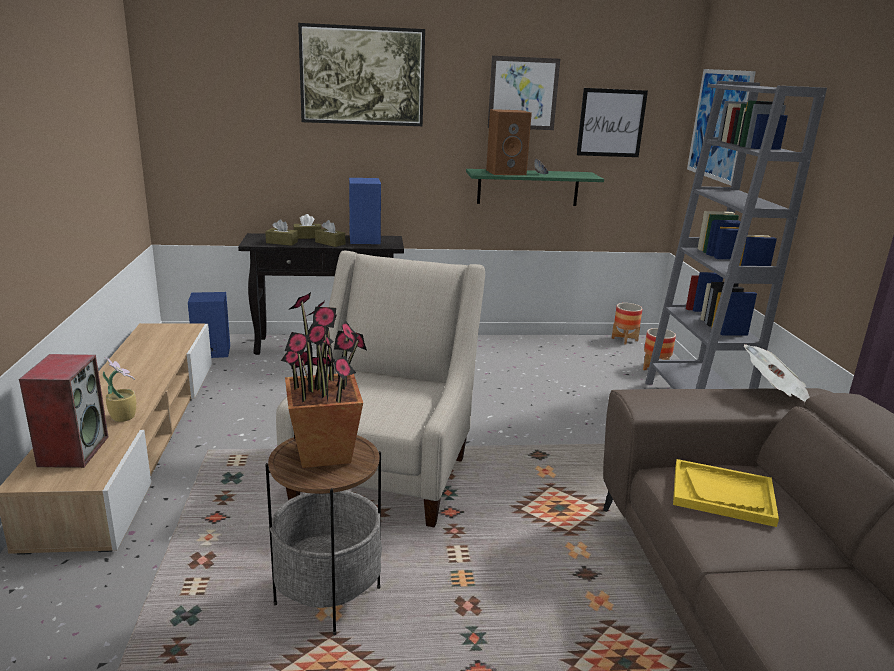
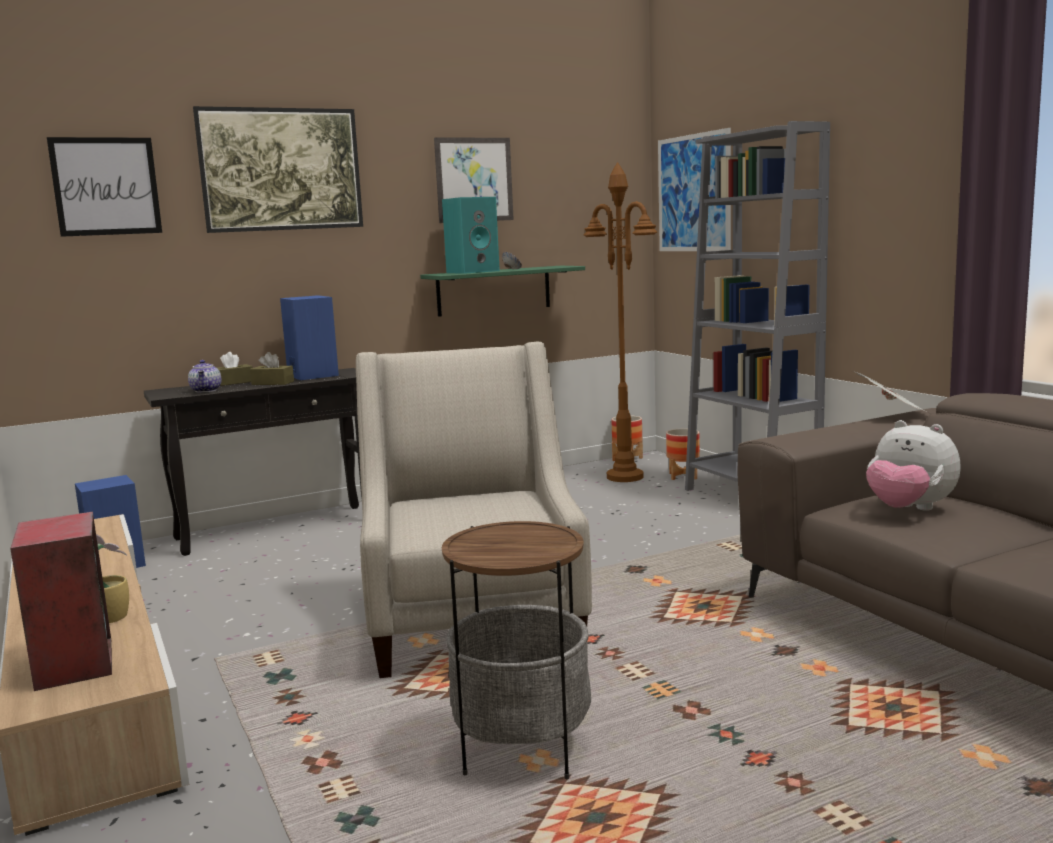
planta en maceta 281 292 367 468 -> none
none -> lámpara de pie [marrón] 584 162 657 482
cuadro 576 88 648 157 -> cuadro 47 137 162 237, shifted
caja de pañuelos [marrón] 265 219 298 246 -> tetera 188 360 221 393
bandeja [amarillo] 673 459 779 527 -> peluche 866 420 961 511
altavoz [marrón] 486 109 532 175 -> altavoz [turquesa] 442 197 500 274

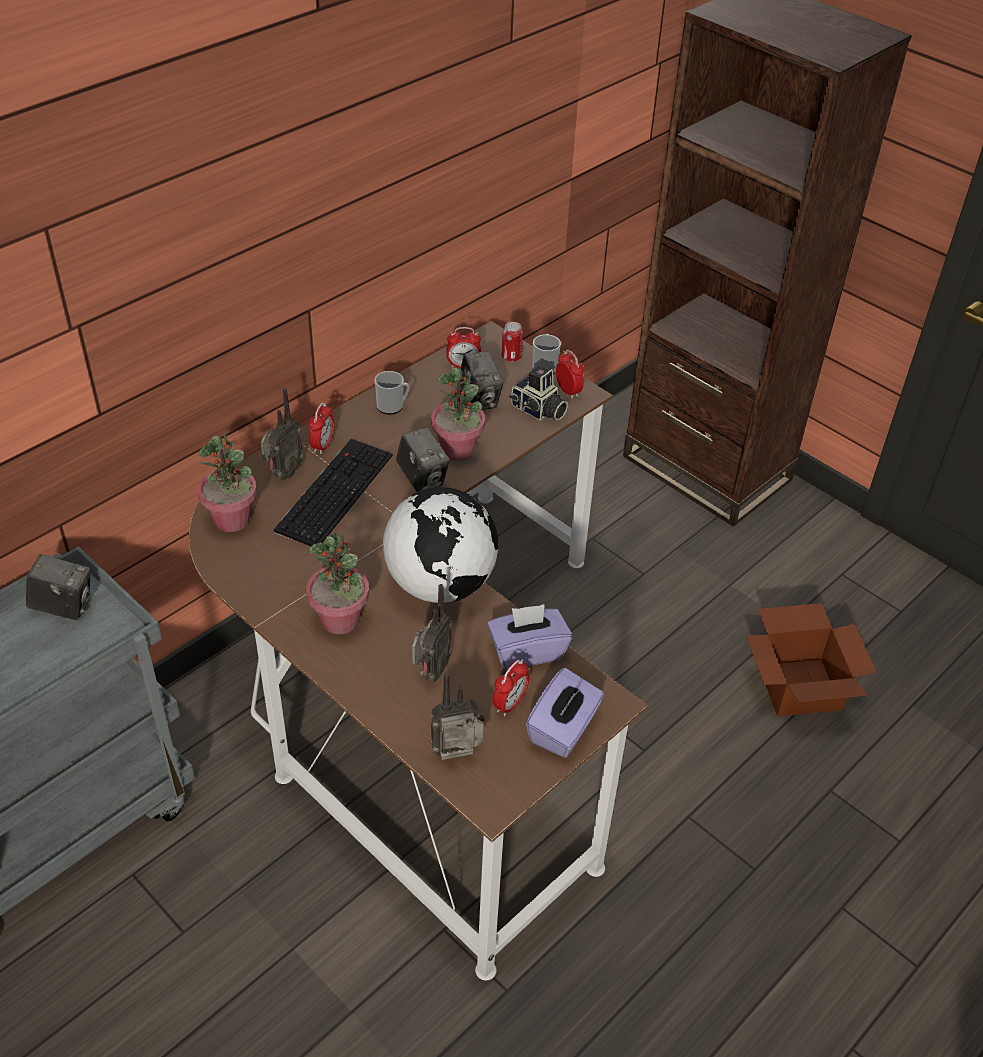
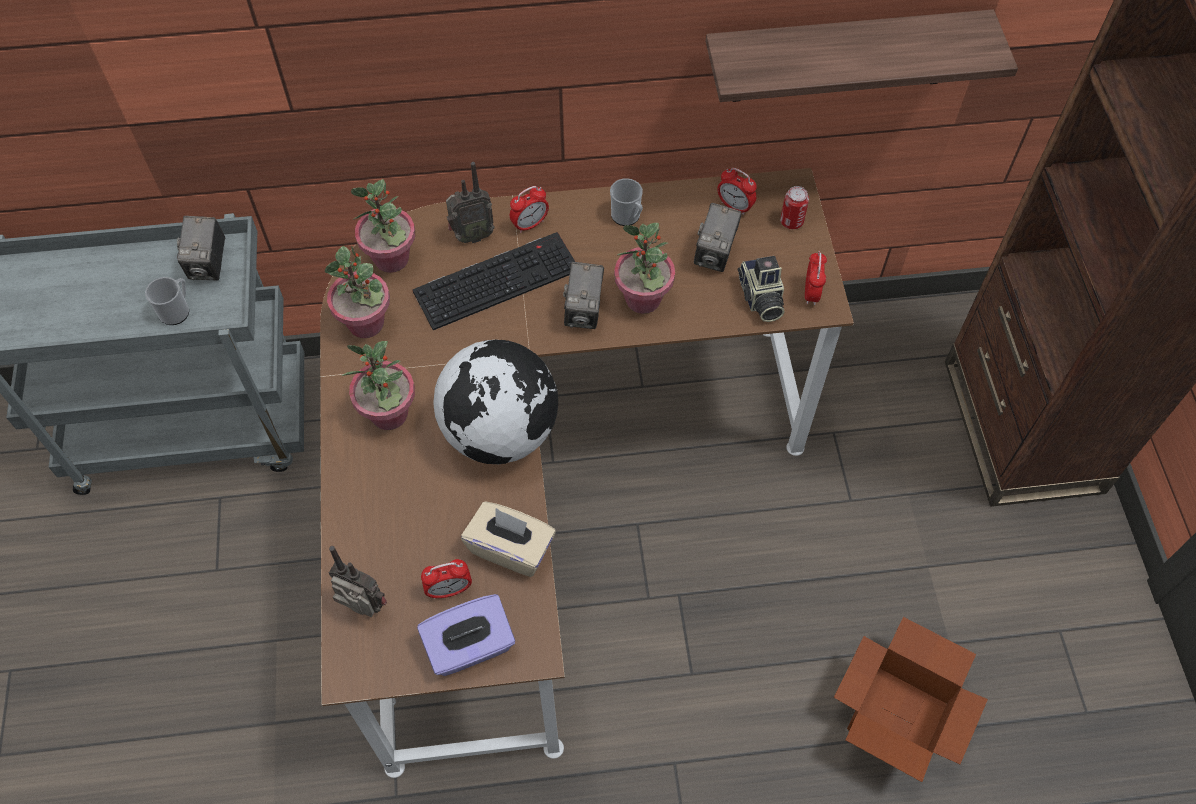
radio 412 584 452 682 -> none
none -> planta en maceta 325 246 390 338
none -> estante 706 9 1018 102
taza grande 532 334 561 374 -> taza grande 145 277 189 325, shifted
caja de pañuelos [morado] 487 604 572 670 -> caja de pañuelos [beis] 461 501 556 577
cámara 26 554 91 620 -> cámara 177 216 225 281, 45 degrees clockwise

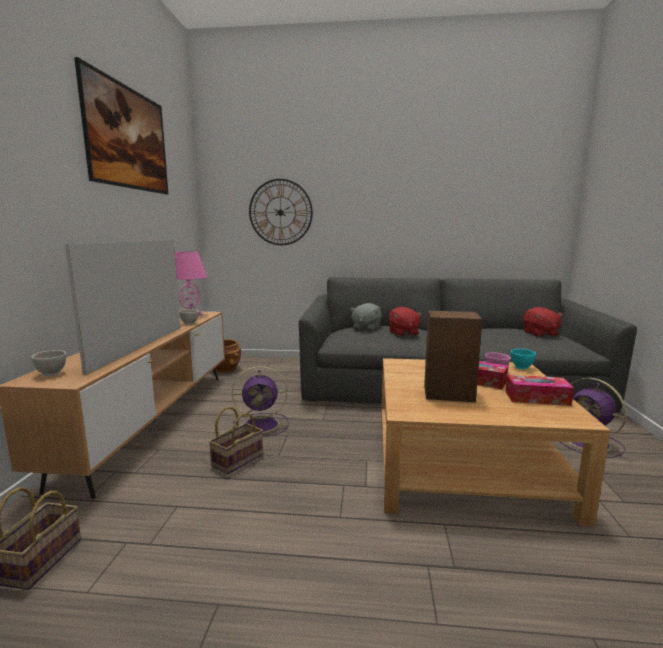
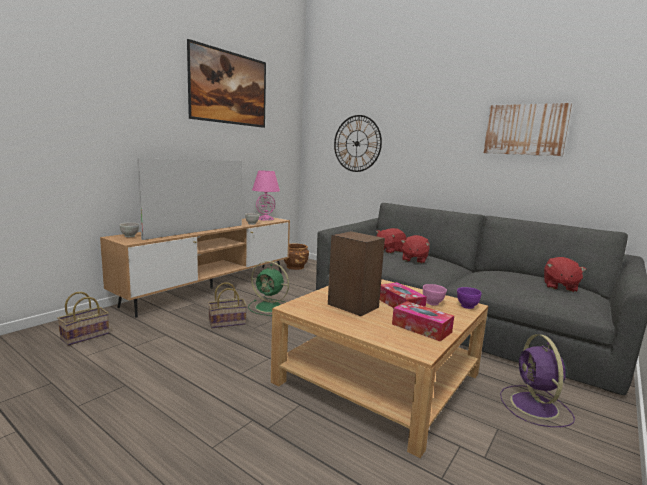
none -> cuadro 484 103 572 156
ventilador [morado] 232 366 289 437 -> ventilador [verde] 248 261 289 316
peluche [gris] 350 303 382 331 -> peluche [rojo] 376 228 406 253
cuenco [turquesa] 511 349 536 369 -> cuenco [morado] 457 287 482 309

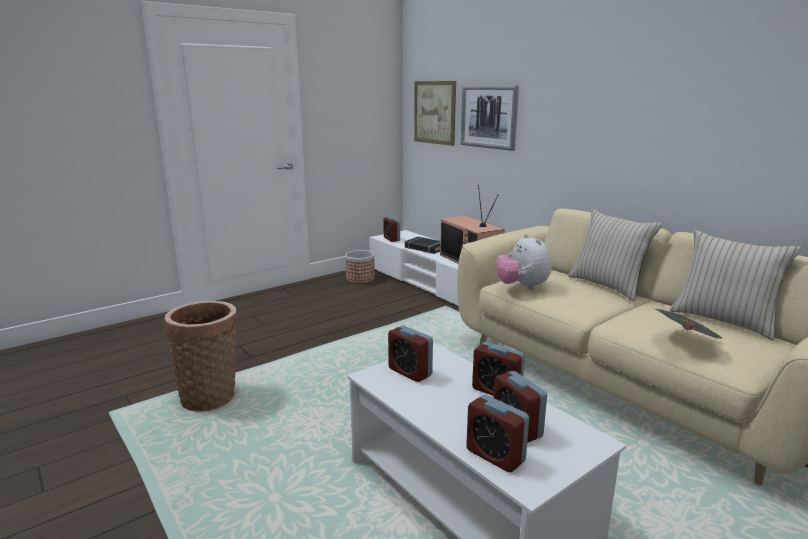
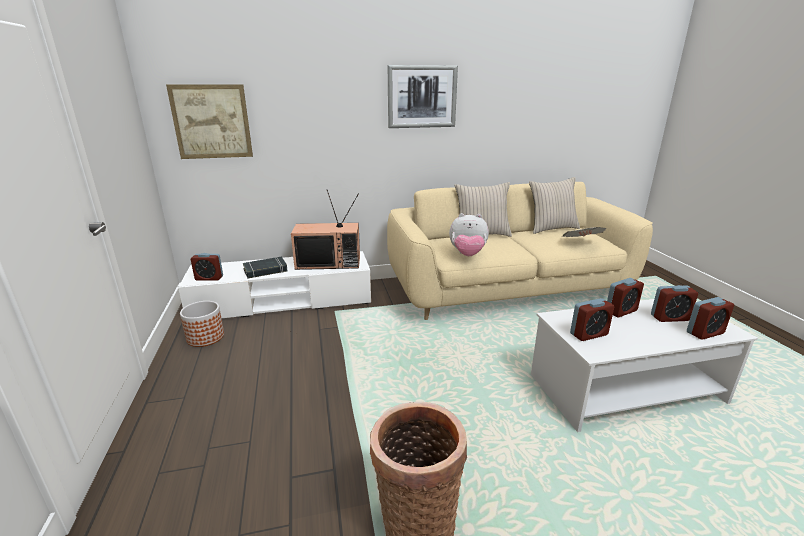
cuadro 461 85 519 151 -> cuadro 388 65 458 128, shifted

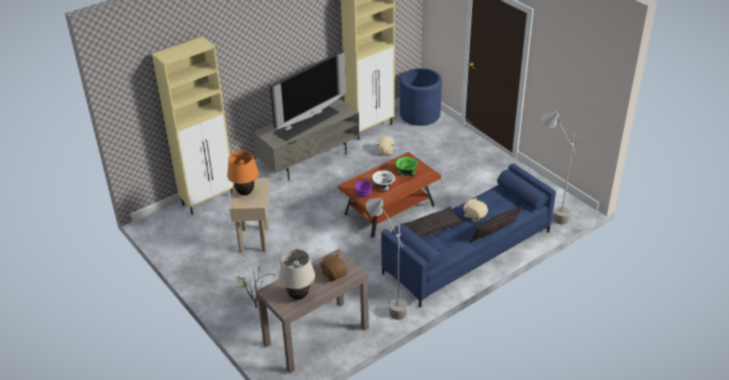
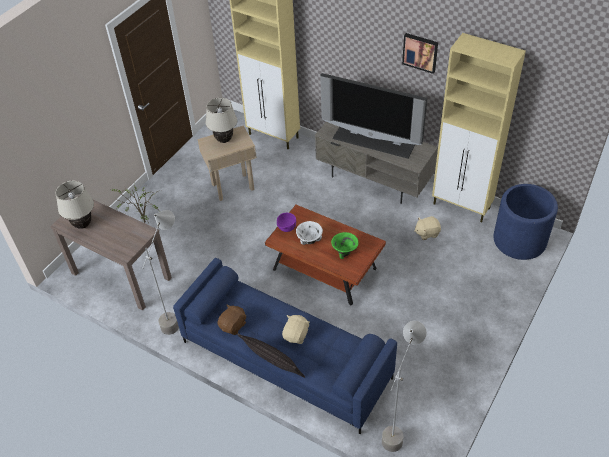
cojín 400 207 465 238 -> none
none -> cuadro 402 33 438 74
peluche [marrón] 320 254 347 282 -> peluche [marrón] 217 304 246 335, shifted
lámpara de mesa [naranja] 227 150 259 195 -> lámpara de mesa [beis] 206 98 237 143

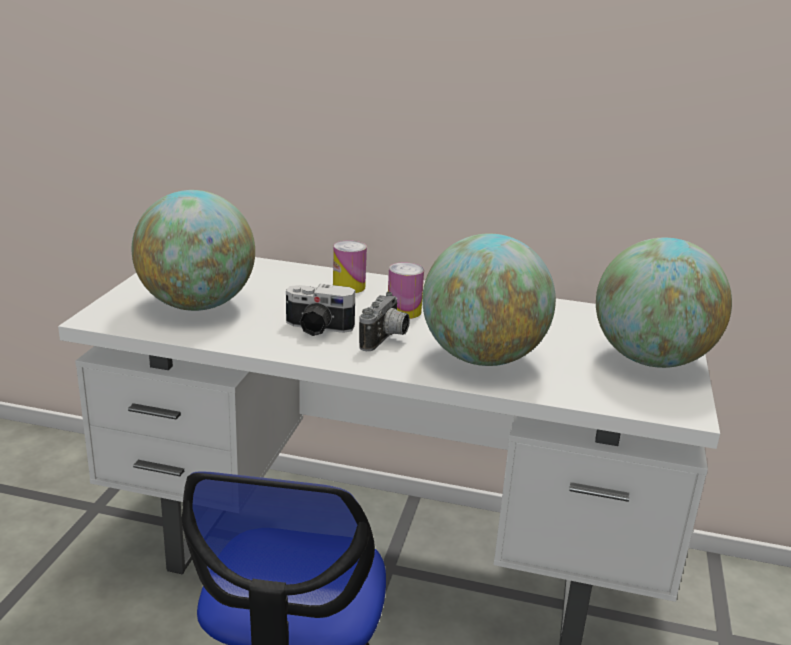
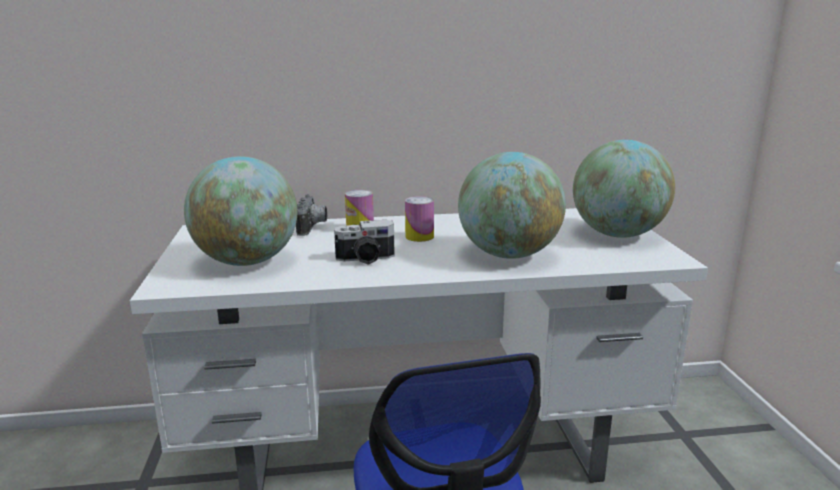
cámara 359 292 410 351 -> cámara 296 195 327 236, shifted

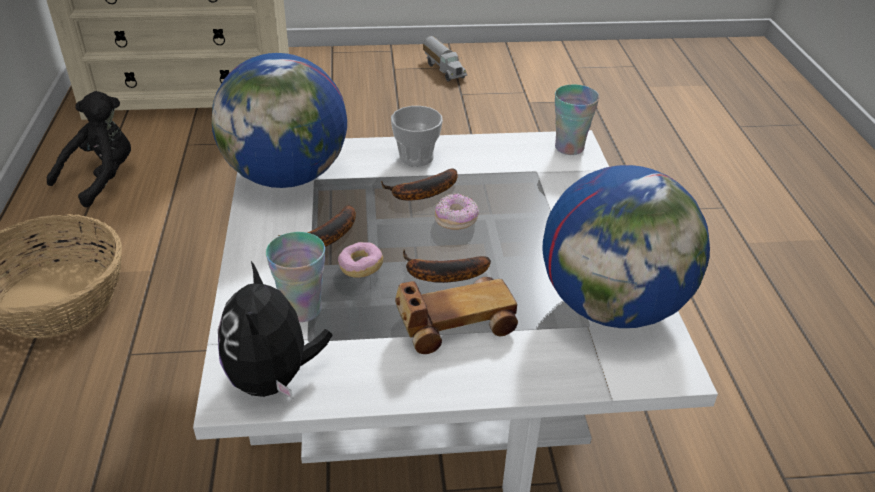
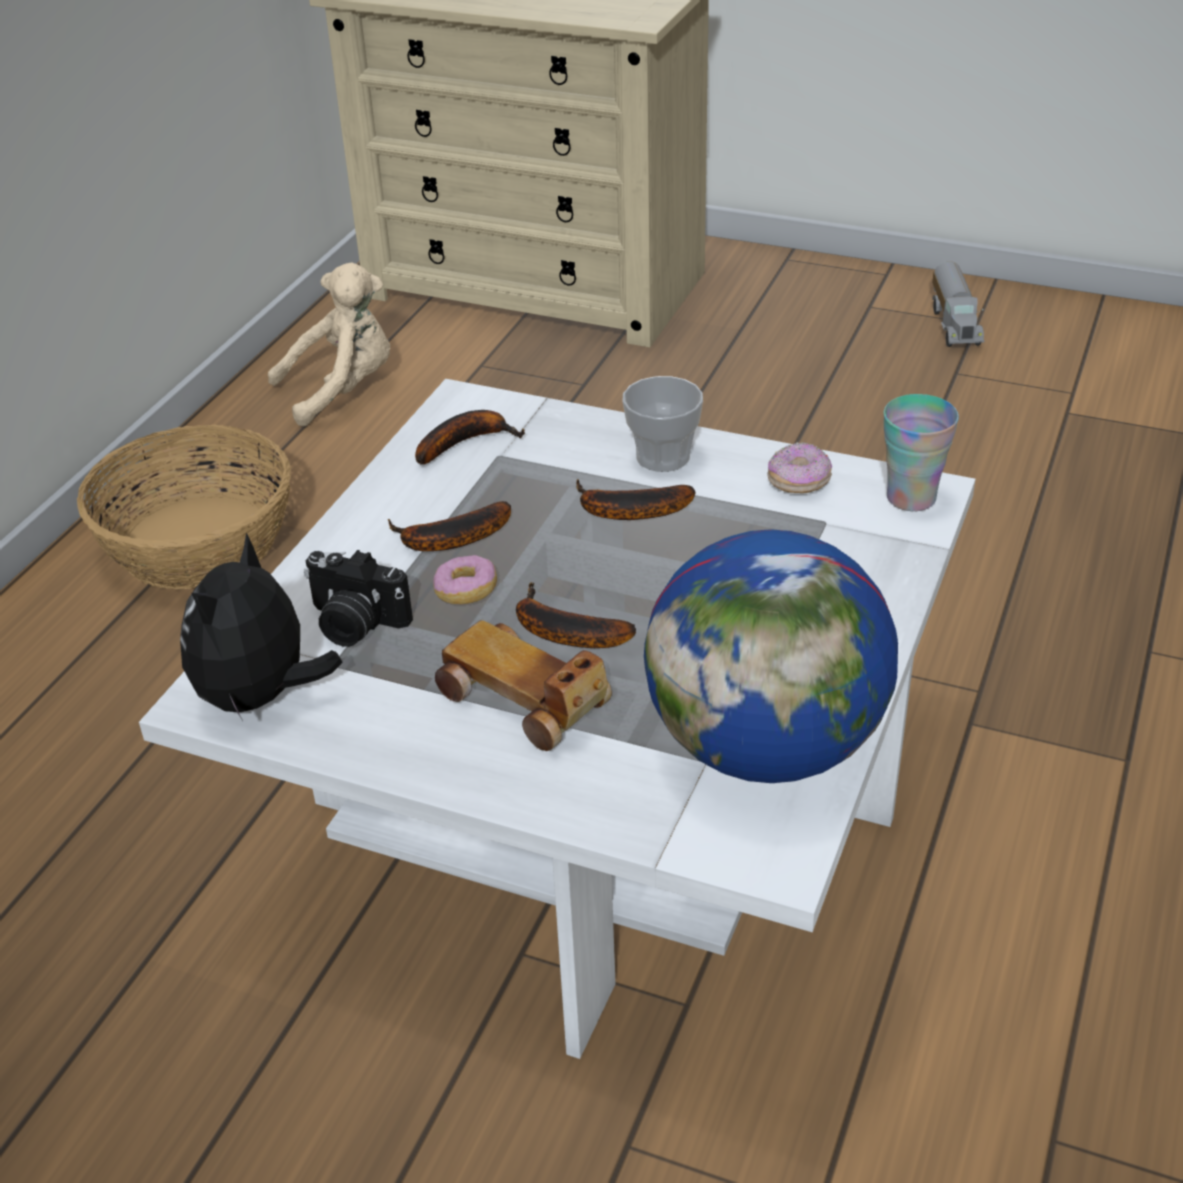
rosquilla 435 193 479 230 -> rosquilla 767 442 832 493, shifted
globo terráqueo 212 53 347 188 -> plátano 415 410 525 464
taza 266 232 325 322 -> cámara 304 550 413 647
peluche [negro] 47 91 131 207 -> peluche [beis] 268 262 390 427
coche de juguete 395 277 518 354 -> coche de juguete 435 620 612 751, 150 degrees counterclockwise

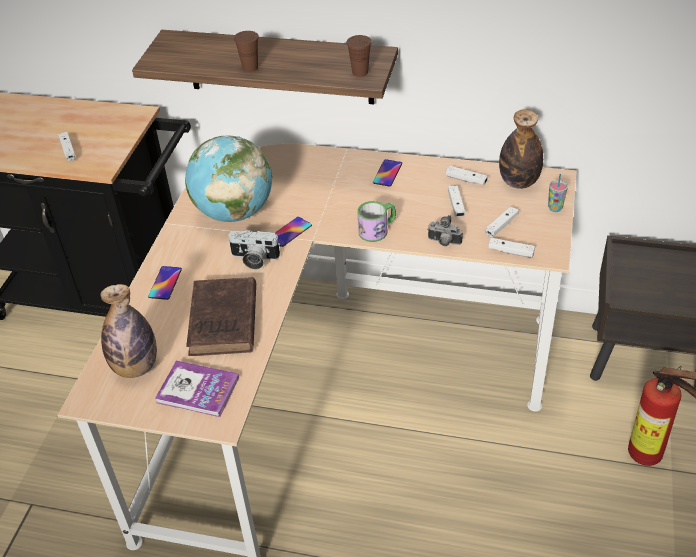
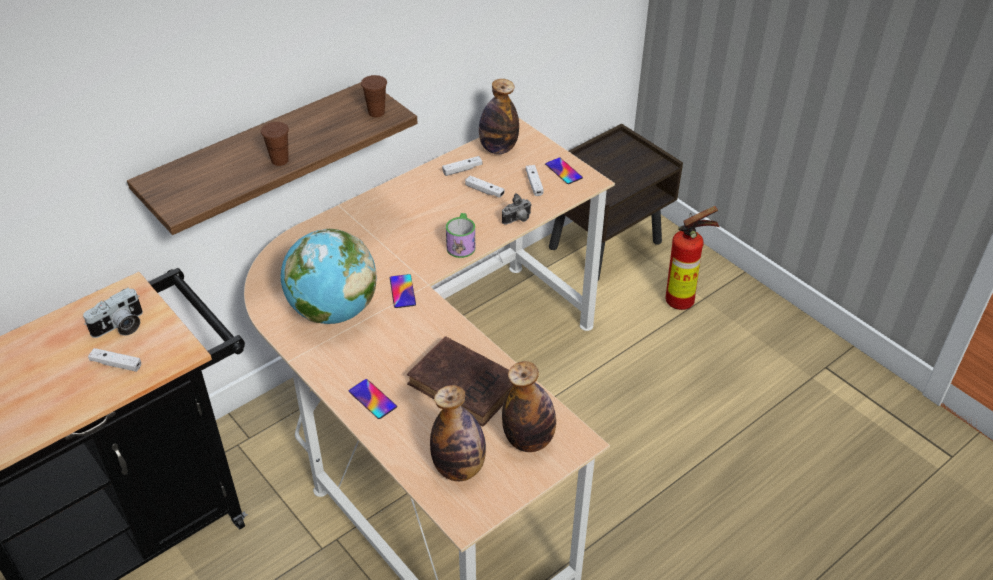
mando de consola [blanco] 488 238 535 258 -> none
taza 548 174 568 212 -> none
cámara 228 230 280 269 -> cámara 83 287 143 338, shifted
móvil 373 159 402 187 -> móvil 545 158 583 184, shifted
libro 155 361 239 417 -> botella 502 361 556 452

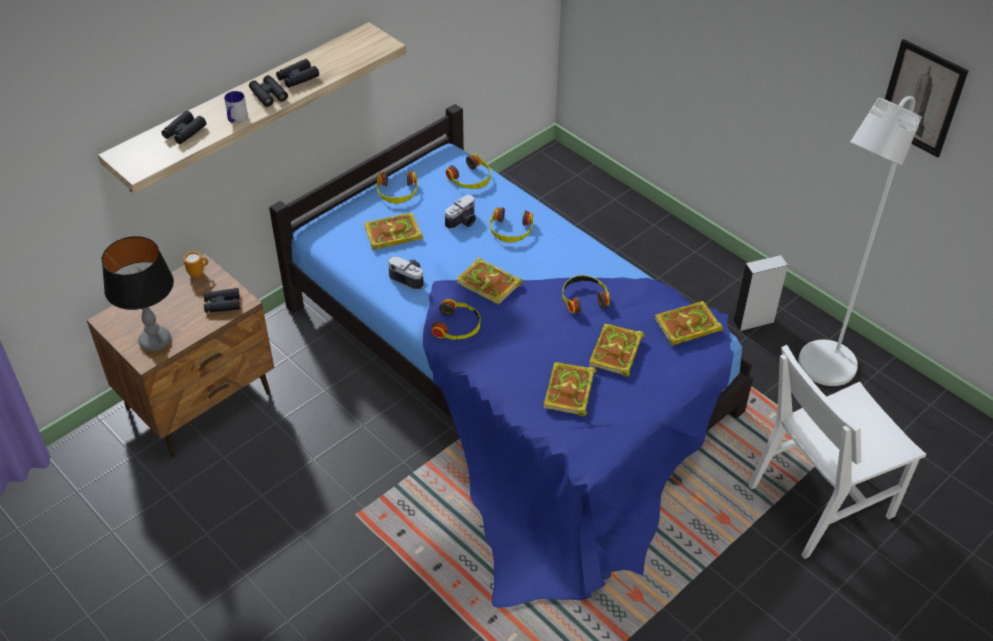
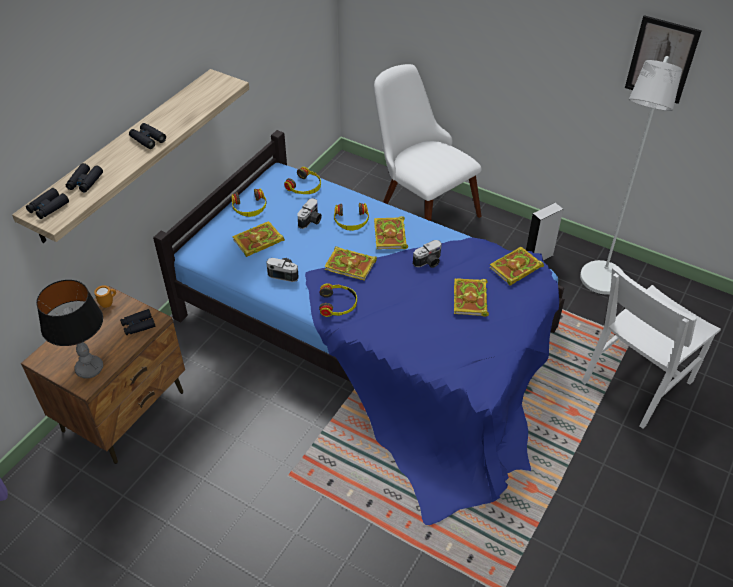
taza grande 224 91 248 123 -> none
none -> silla [blanco] 374 64 482 221
prismáticos [negro] 276 59 319 88 -> prismáticos [negro] 26 188 69 219, shifted
libro 544 362 596 416 -> libro 374 216 408 249, shifted
auriculares 562 275 610 313 -> cámara 413 240 442 268

